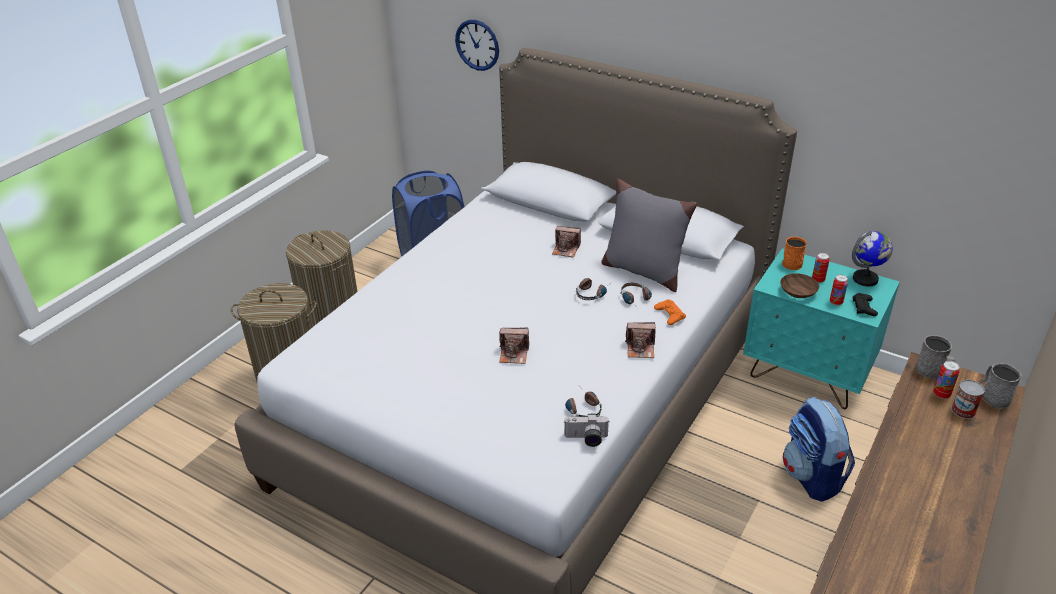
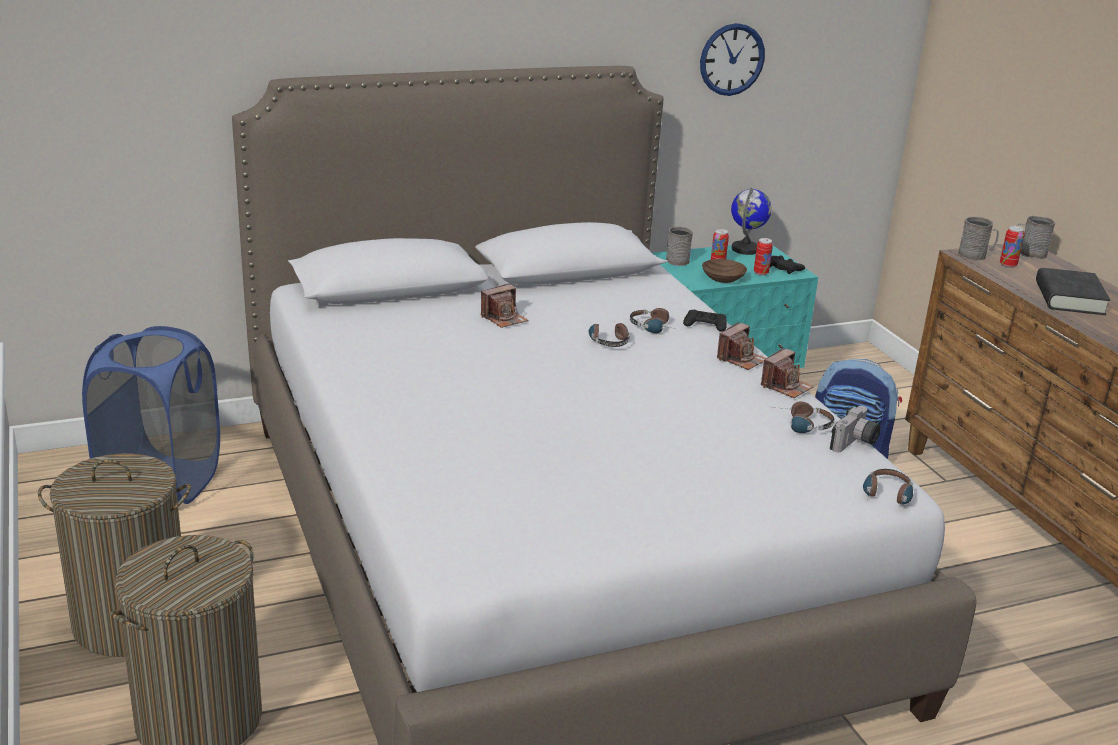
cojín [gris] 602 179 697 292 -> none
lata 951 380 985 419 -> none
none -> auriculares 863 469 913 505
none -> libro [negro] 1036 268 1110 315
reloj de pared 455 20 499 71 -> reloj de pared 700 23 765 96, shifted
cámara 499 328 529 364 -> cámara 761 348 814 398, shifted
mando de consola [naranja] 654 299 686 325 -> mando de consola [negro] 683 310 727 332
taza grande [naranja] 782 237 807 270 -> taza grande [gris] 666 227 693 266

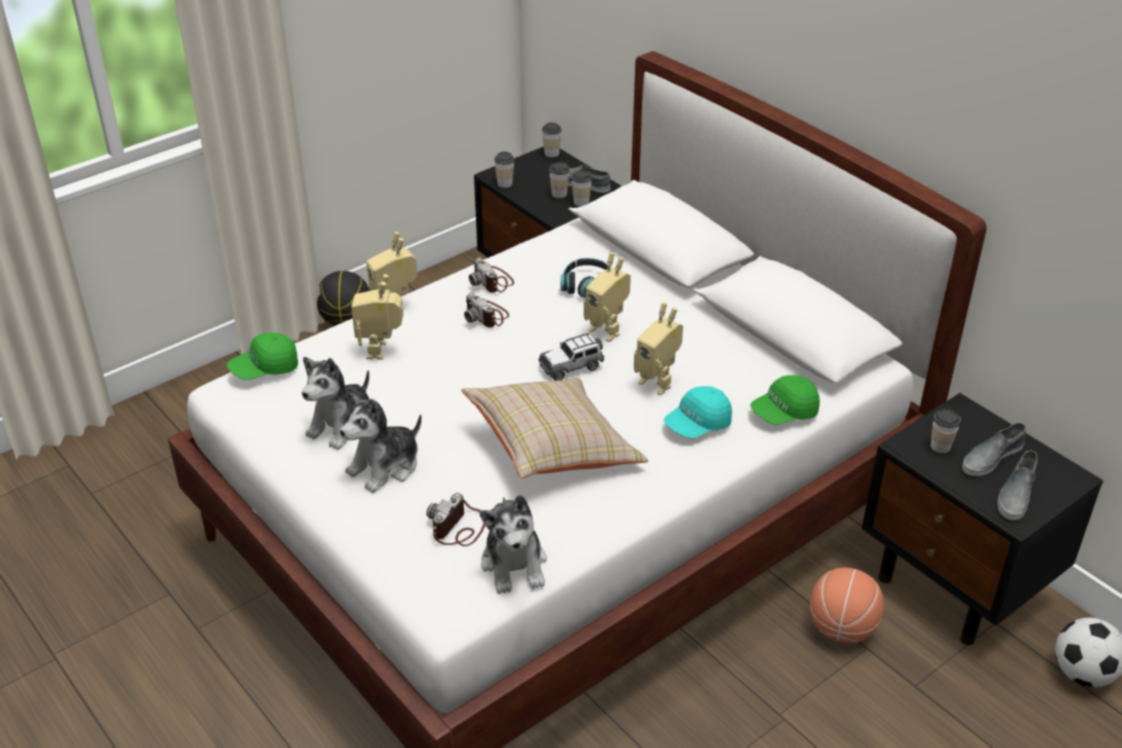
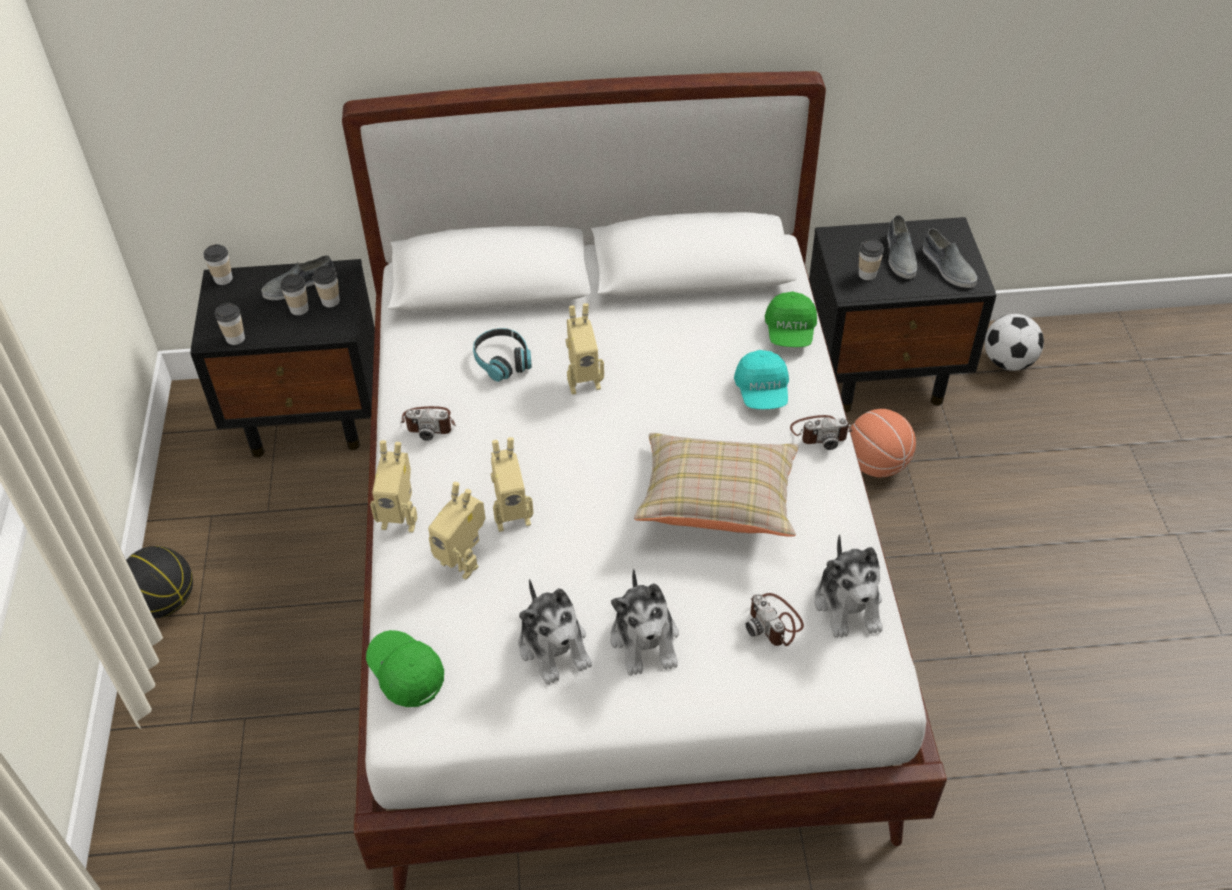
coche de juguete 538 333 604 381 -> none
cámara 464 293 509 328 -> cámara 790 415 852 450, shifted
robot de juguete 634 302 683 395 -> robot de juguete 491 437 533 532, shifted
gorra [verde] 227 333 298 380 -> gorra [verde] 366 630 444 707, 135 degrees clockwise
peluche 480 495 547 594 -> peluche 815 534 883 638, 60 degrees clockwise

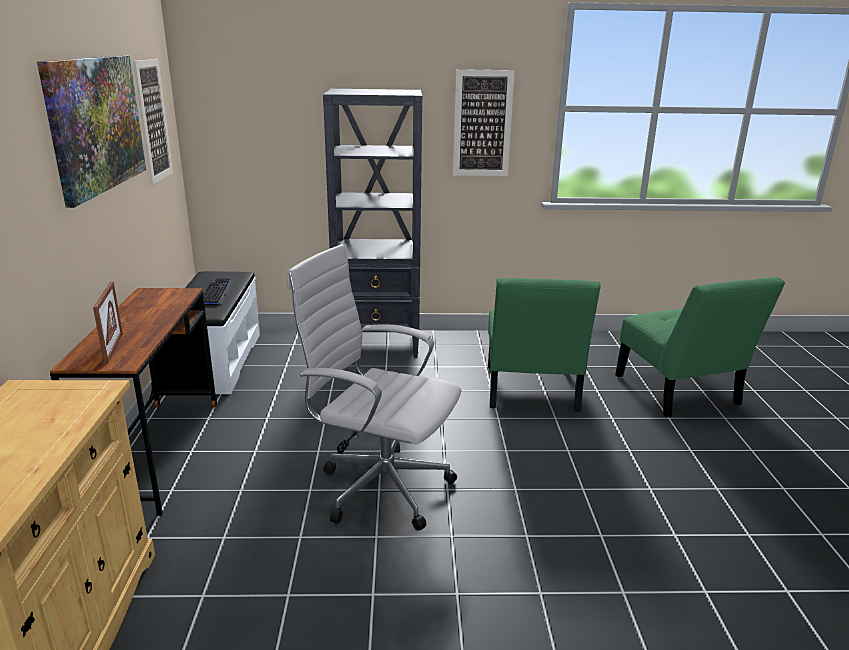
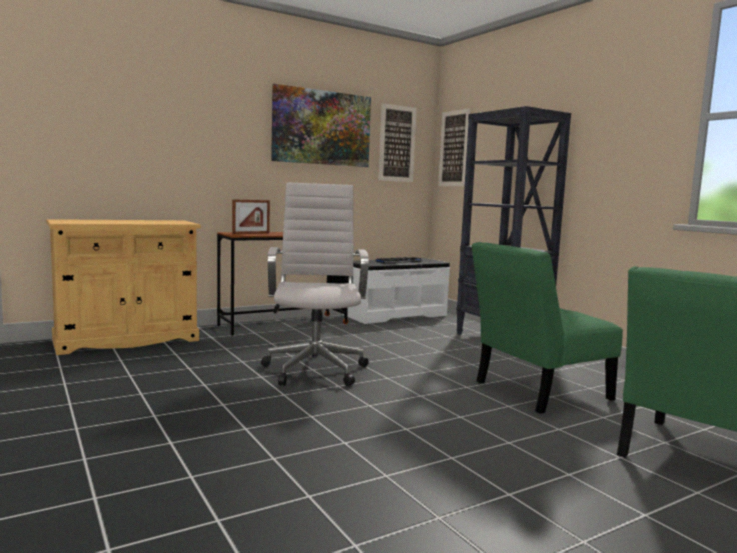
cuadro 453 69 515 176 -> cuadro 438 108 470 186, shifted

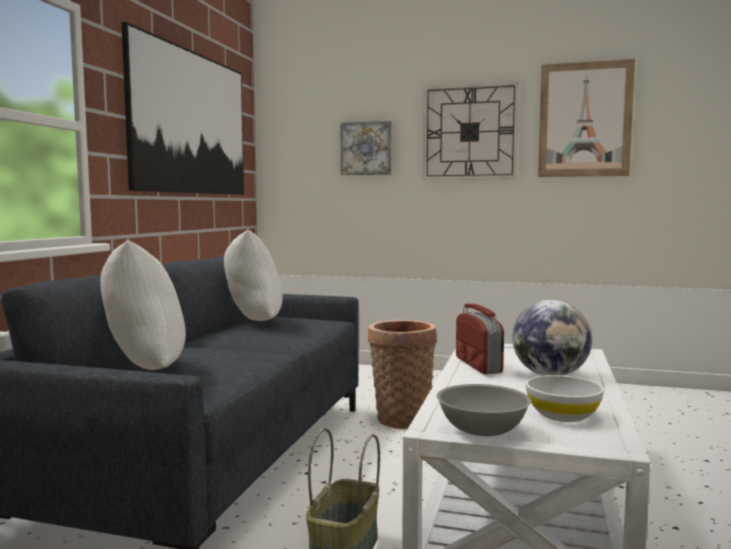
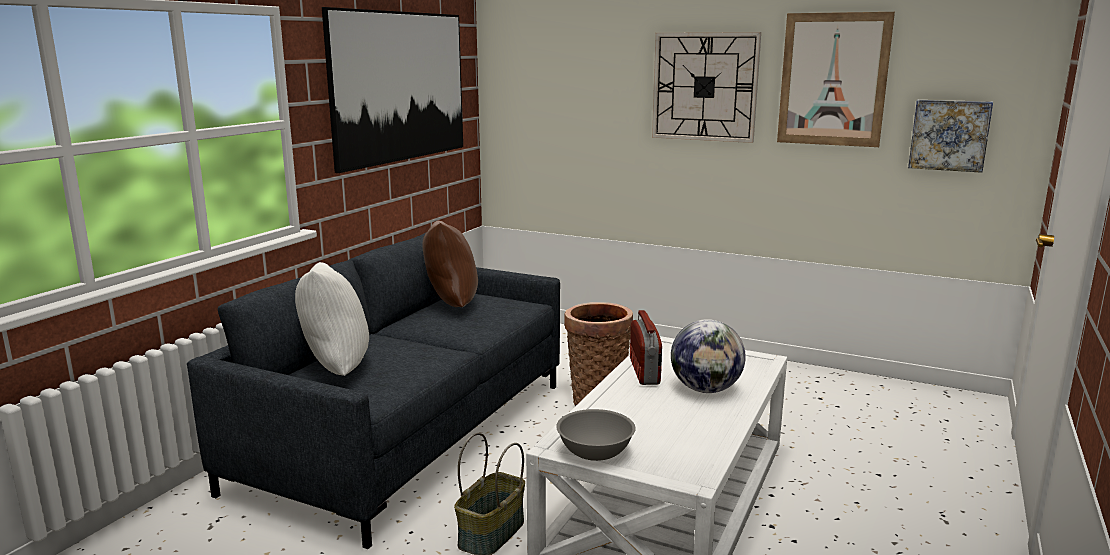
cuenco [blanco] 526 375 604 422 -> none
cuadro 341 121 392 175 -> cuadro 908 100 993 173, shifted
cojín [blanco] 224 229 283 321 -> cojín [marrón] 422 221 478 307

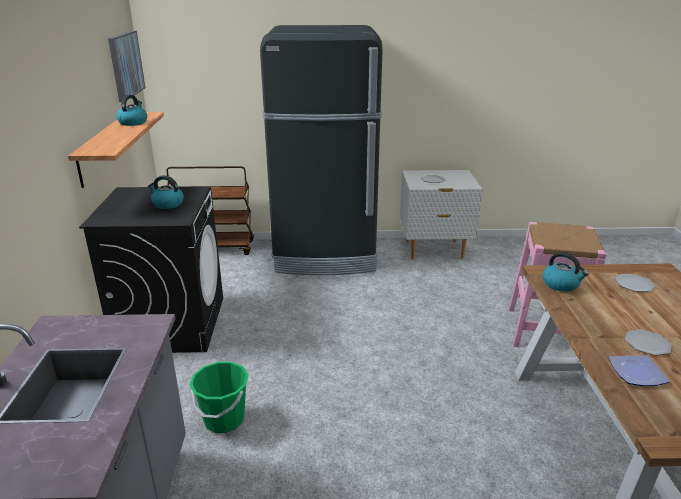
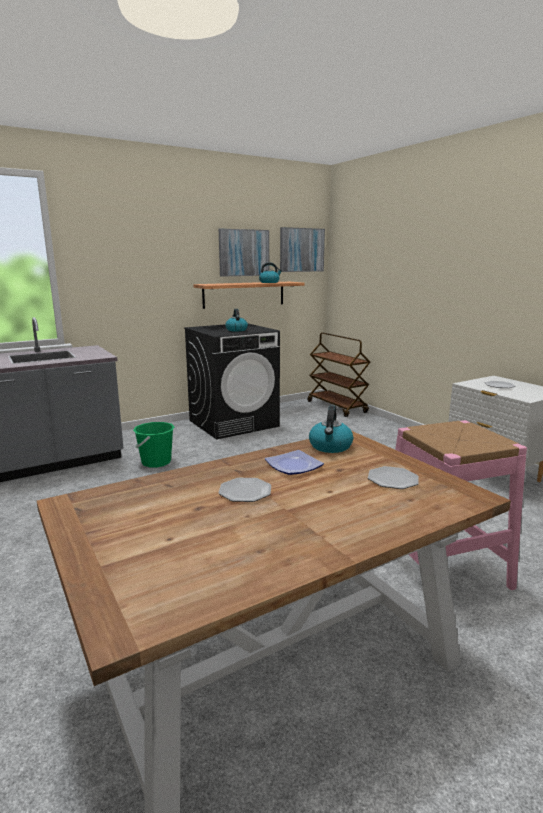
nevera [negro] 260 25 382 275 -> none
none -> cuadro 219 229 269 277
plato 608 355 670 386 -> plato 265 450 324 475, shifted

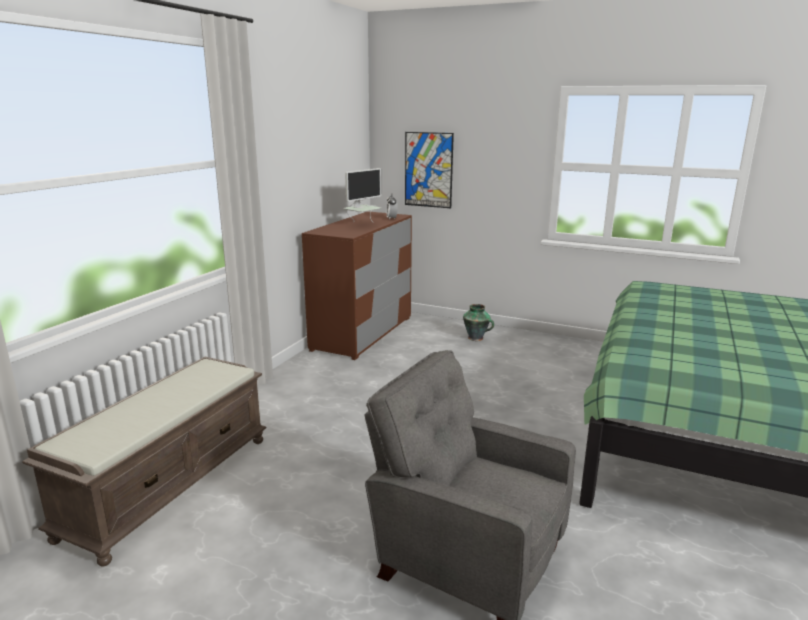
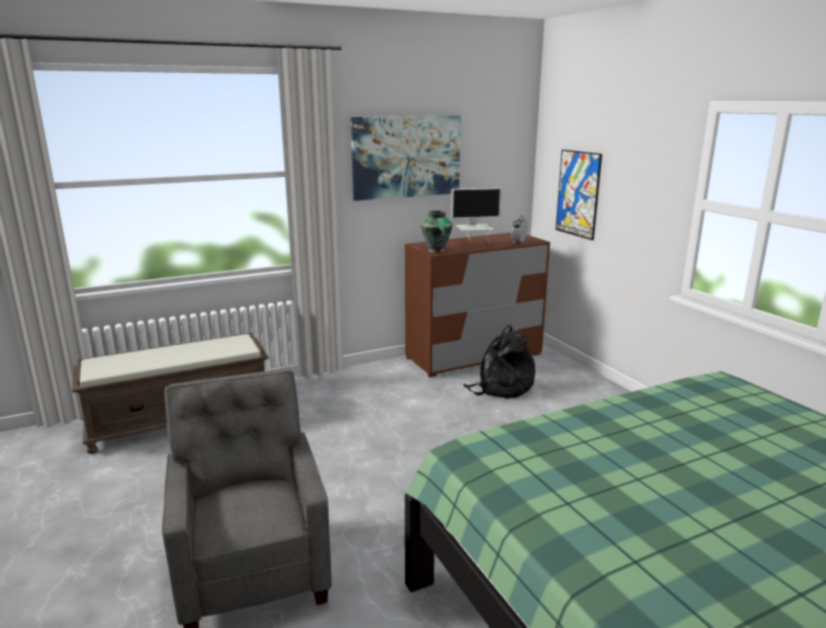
none -> cuadro 350 115 461 201
none -> mochila [negro] 463 325 535 399
florero 463 304 494 341 -> florero 421 210 453 253, shifted

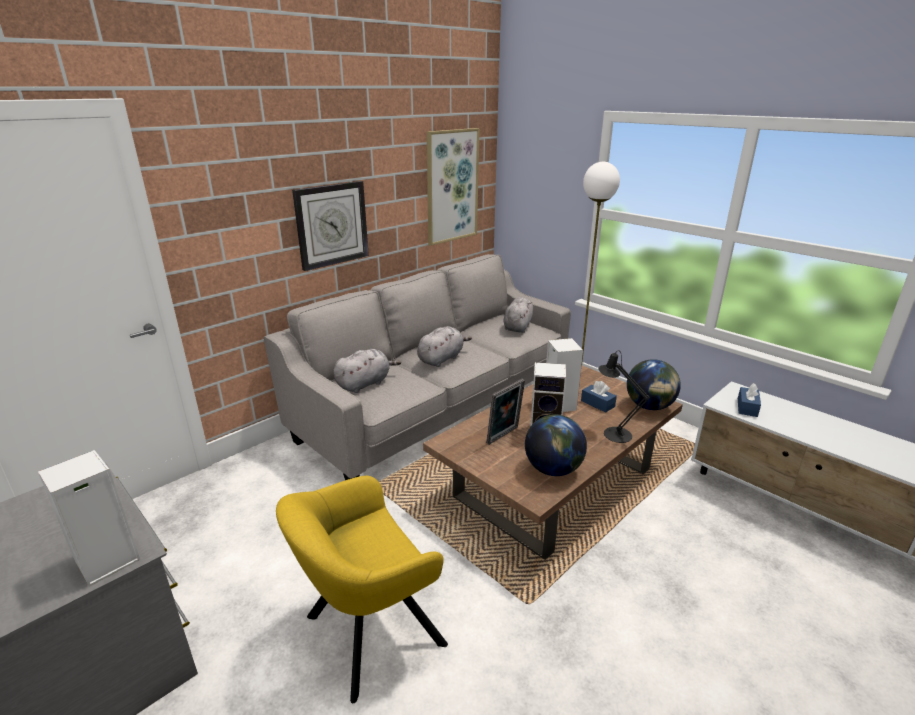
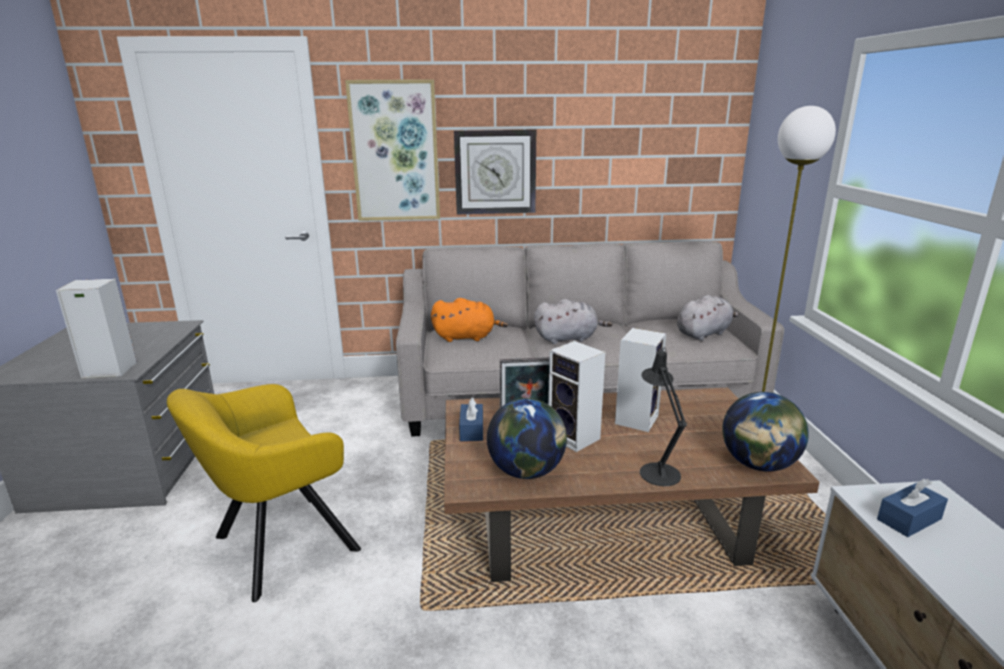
cuadro 427 128 480 246 -> cuadro 345 79 440 221, shifted
caja de pañuelos [azul] 581 381 617 413 -> caja de pañuelos [azul] 459 397 483 441, shifted
peluche [gris] 333 349 401 393 -> peluche [naranja] 431 298 508 342
sillón [amarillo] 276 476 448 703 -> sillón [amarillo] 167 384 361 602, 45 degrees counterclockwise

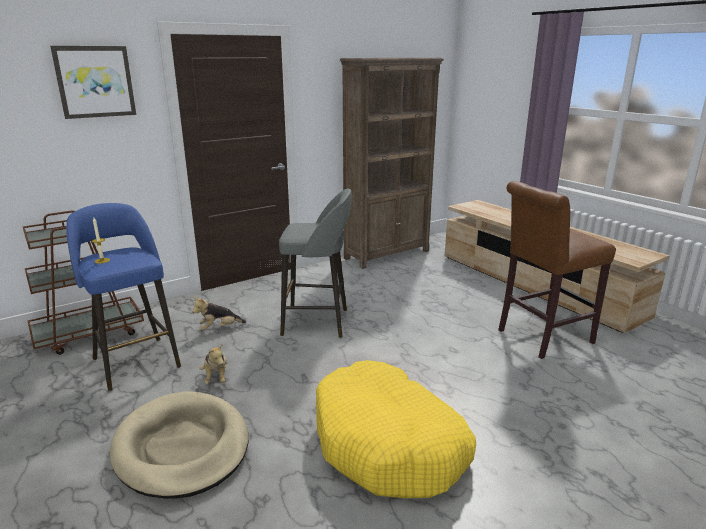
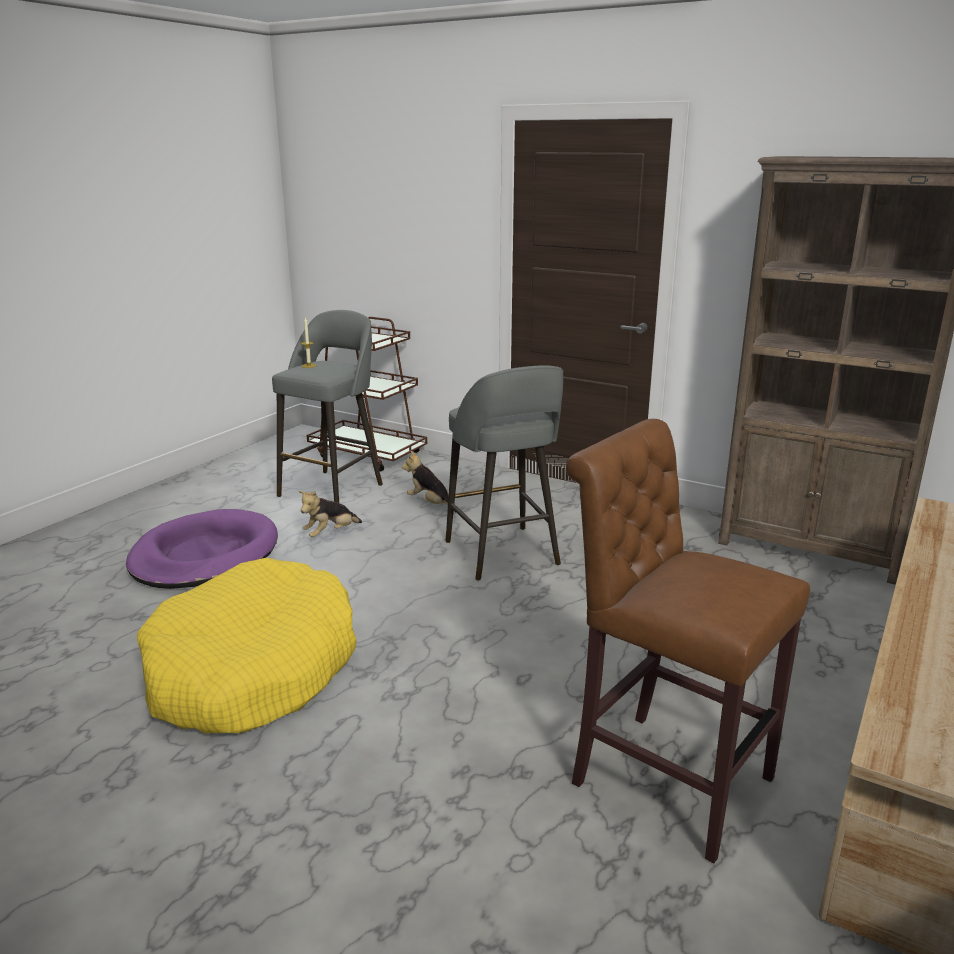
cuadro 50 46 136 119 -> none
taburete [azul] 66 203 181 391 -> taburete [gris] 272 310 383 503
cama para perro [beis] 110 391 248 499 -> cama para perro [morado] 126 509 278 589

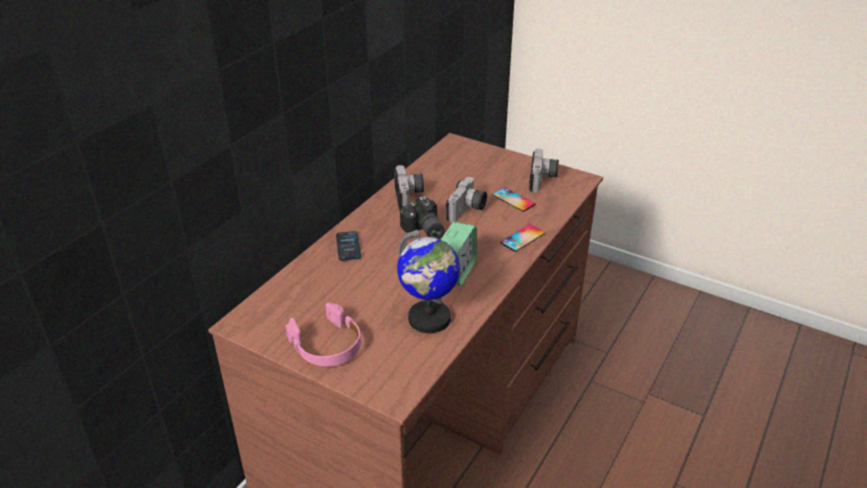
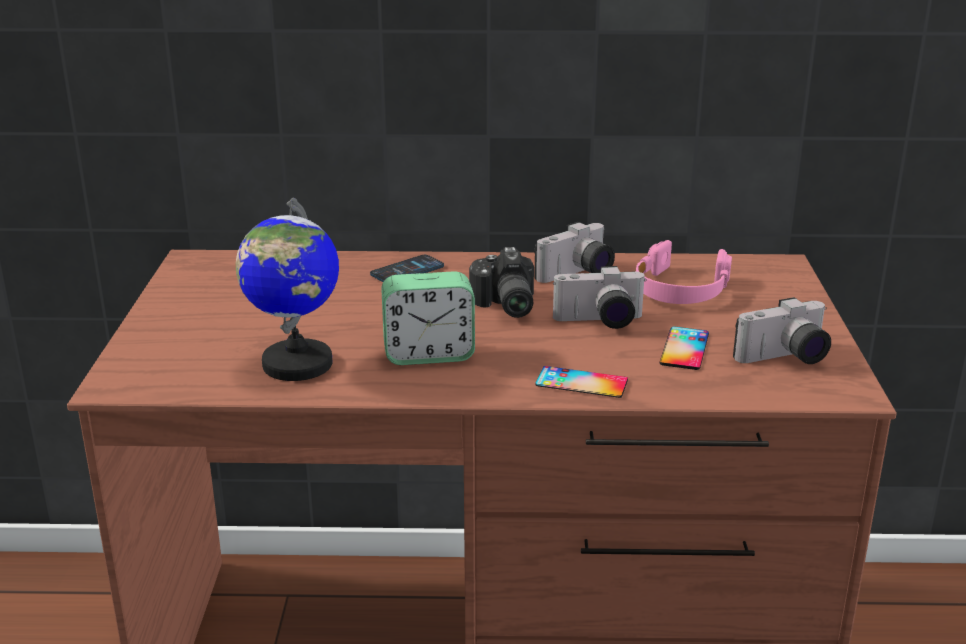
auriculares [rosa] 286 302 361 367 -> auriculares [rosa] 636 240 732 304, shifted
cámara 400 196 444 239 -> cámara 469 247 534 318, 45 degrees counterclockwise

